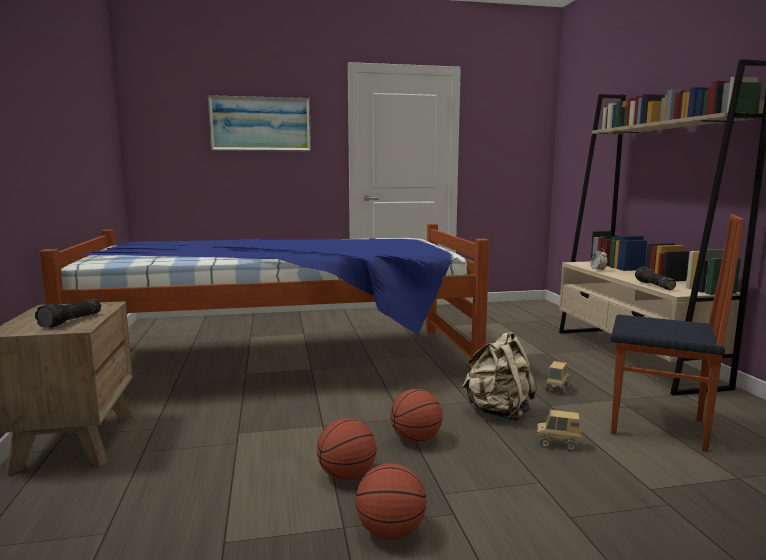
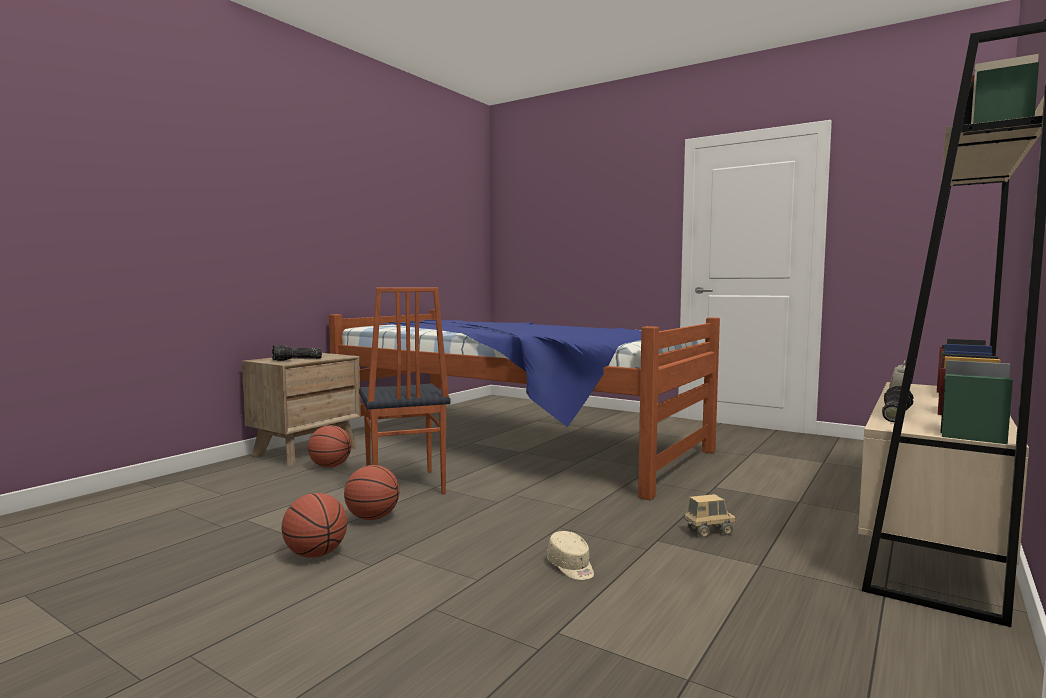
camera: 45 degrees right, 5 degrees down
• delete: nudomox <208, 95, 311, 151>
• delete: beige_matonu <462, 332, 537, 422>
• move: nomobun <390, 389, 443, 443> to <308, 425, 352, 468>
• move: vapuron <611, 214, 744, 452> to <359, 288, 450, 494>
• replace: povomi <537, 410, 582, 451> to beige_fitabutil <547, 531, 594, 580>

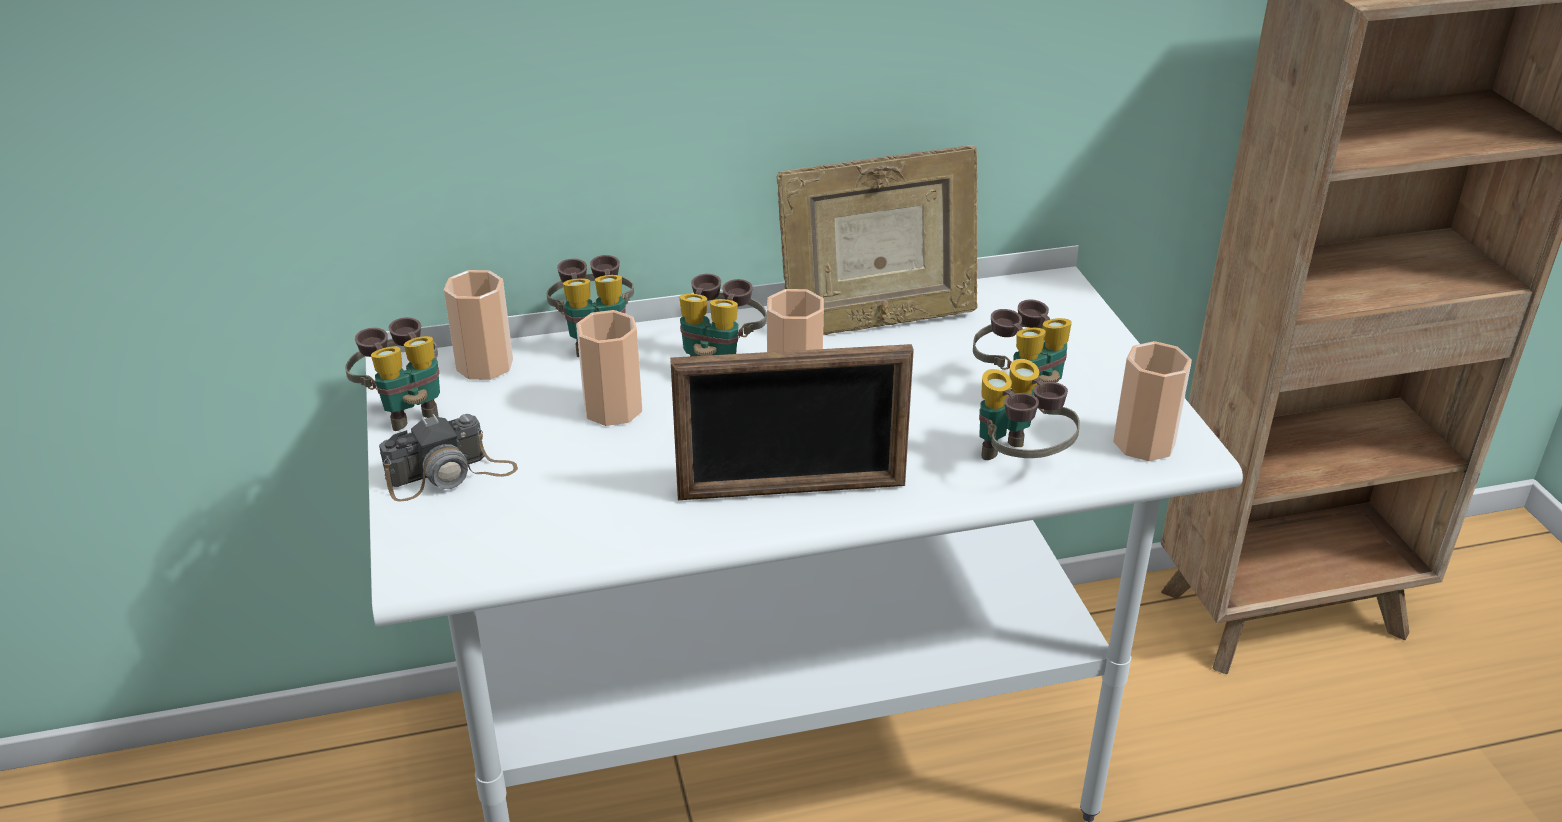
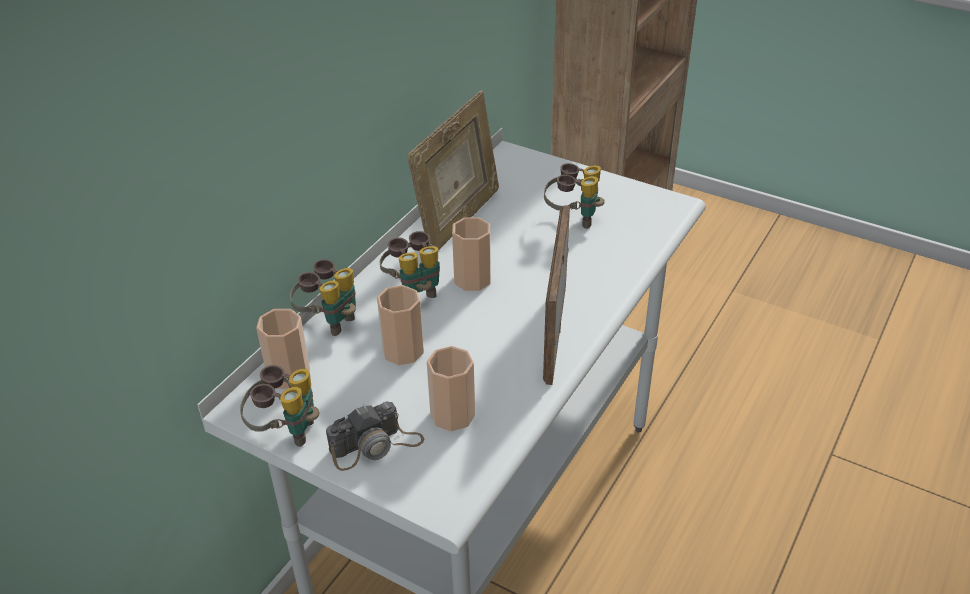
camera: 45 degrees left, 5 degrees up
• delete: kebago <979, 359, 1080, 460>
• move: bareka <1113, 341, 1192, 461> to <427, 346, 475, 431>
• rotate: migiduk <379, 414, 518, 502> = <326, 401, 424, 471> 45 degrees clockwise
• rotate: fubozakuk <670, 344, 914, 500> = <543, 205, 570, 385> 150 degrees clockwise

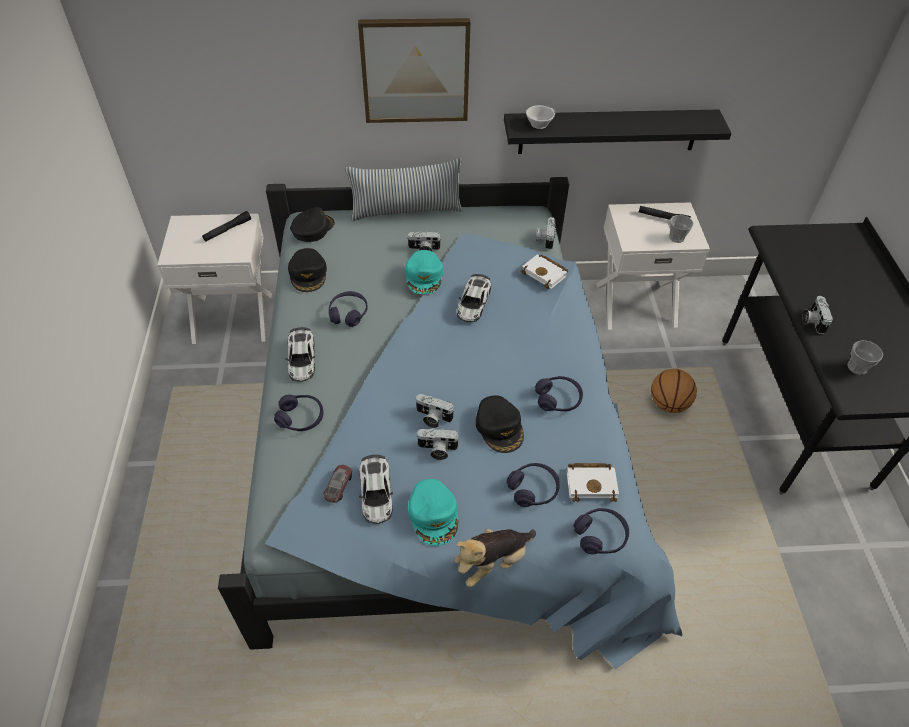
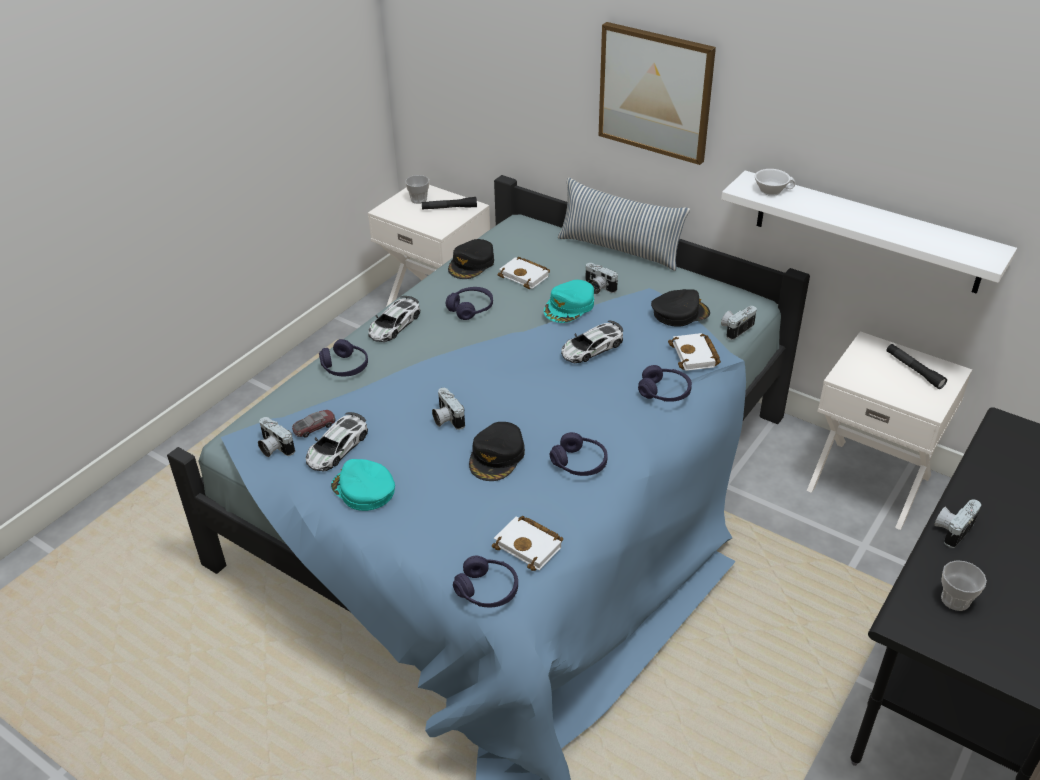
camera: 40 degrees right, 10 degrees down
• delete: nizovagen <455, 529, 536, 587>
• delete: nomobun <651, 369, 697, 413>
• insert: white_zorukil <498, 257, 550, 289>
• move: black_fitabutil <290, 207, 335, 242> to <651, 289, 710, 327>
• move: migiduk <416, 428, 460, 460> to <258, 417, 295, 457>
• move: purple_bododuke <507, 463, 560, 507> to <638, 365, 692, 402>
• move: bareka <669, 215, 693, 243> to <405, 175, 429, 204>
• recolor: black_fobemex <504, 110, 732, 154> to white_fobemex <721, 171, 1017, 294>
• rotate: turquoise_fitabutil <408, 479, 458, 546> = <331, 459, 395, 511> 105 degrees clockwise

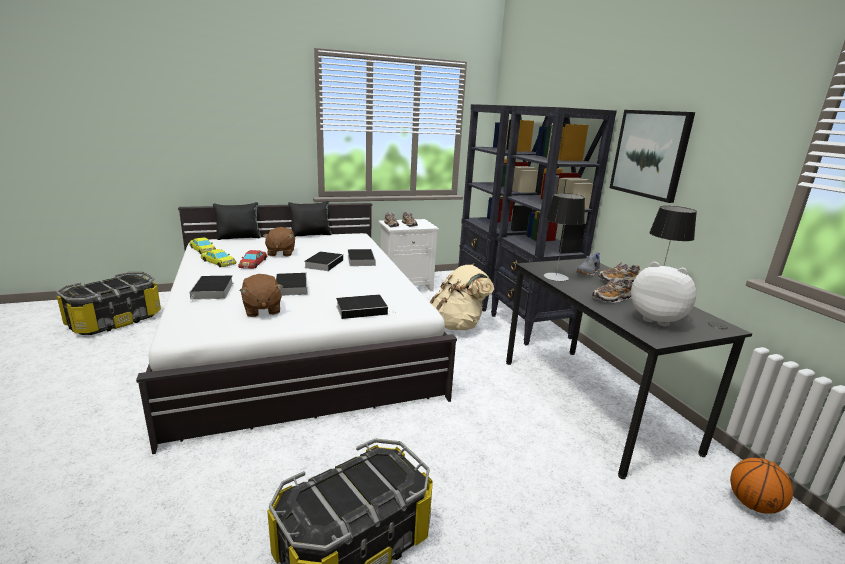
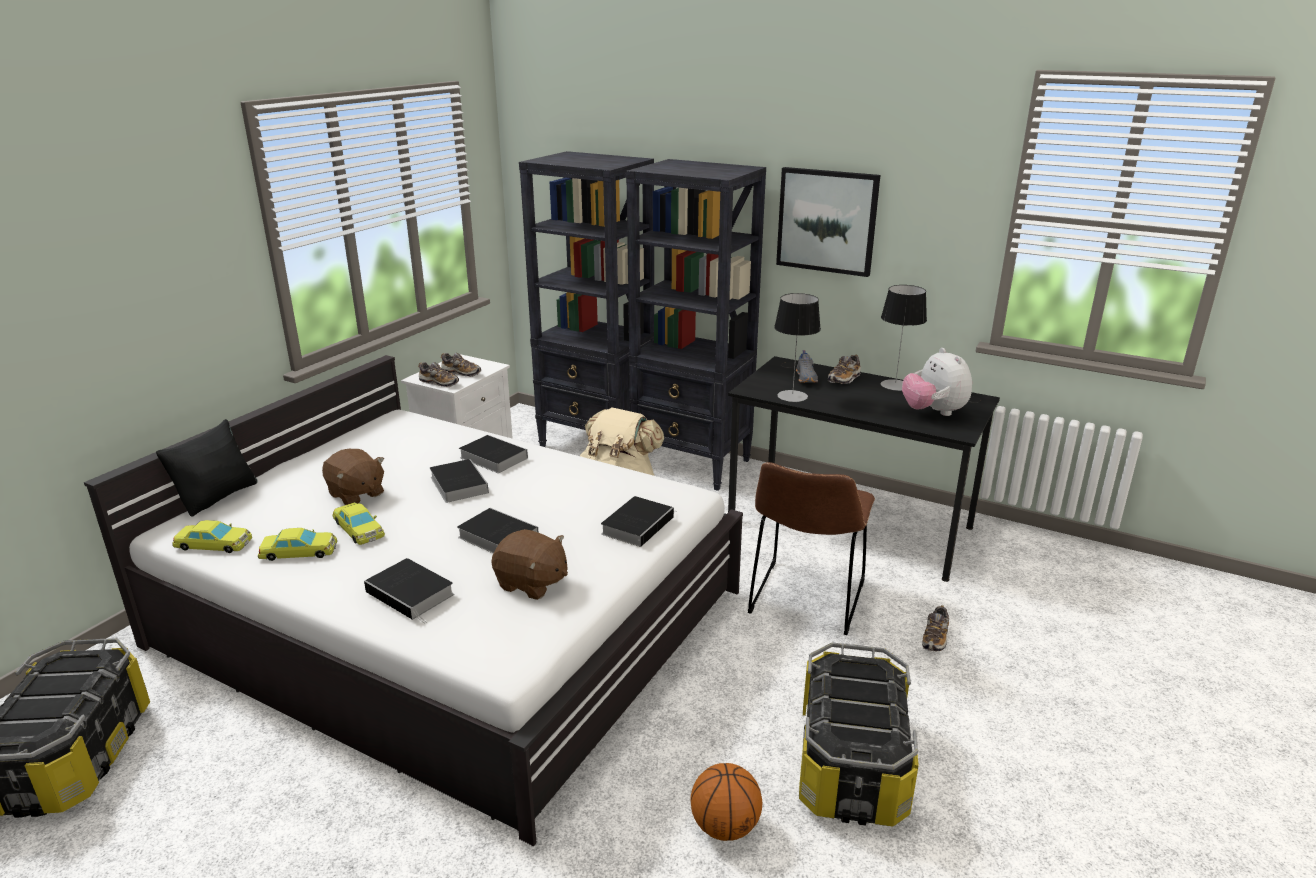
camera: 40 degrees left, 5 degrees up
• delete: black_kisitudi <288, 201, 332, 237>
• insert: brown_vapuron <748, 462, 875, 635>
• move: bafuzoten <592, 277, 632, 303> to <922, 605, 949, 651>
• move: nomobun <730, 458, 793, 514> to <690, 763, 762, 841>
• recolor: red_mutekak <238, 250, 267, 269> to yellow_mutekak <333, 502, 385, 545>
• rotate: nizovagen <631, 262, 696, 326> = <902, 348, 972, 416> 105 degrees counterclockwise

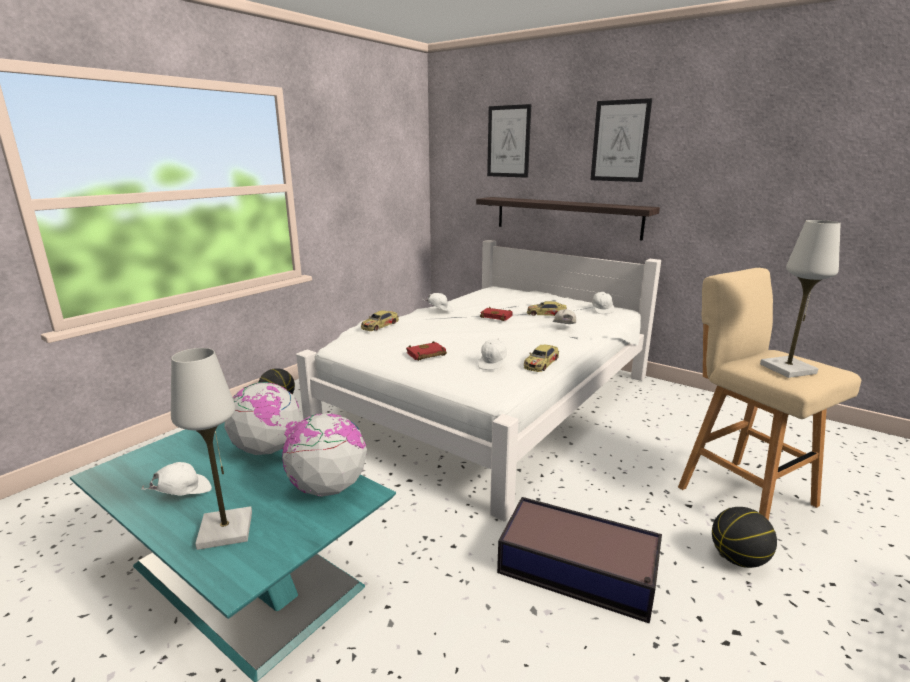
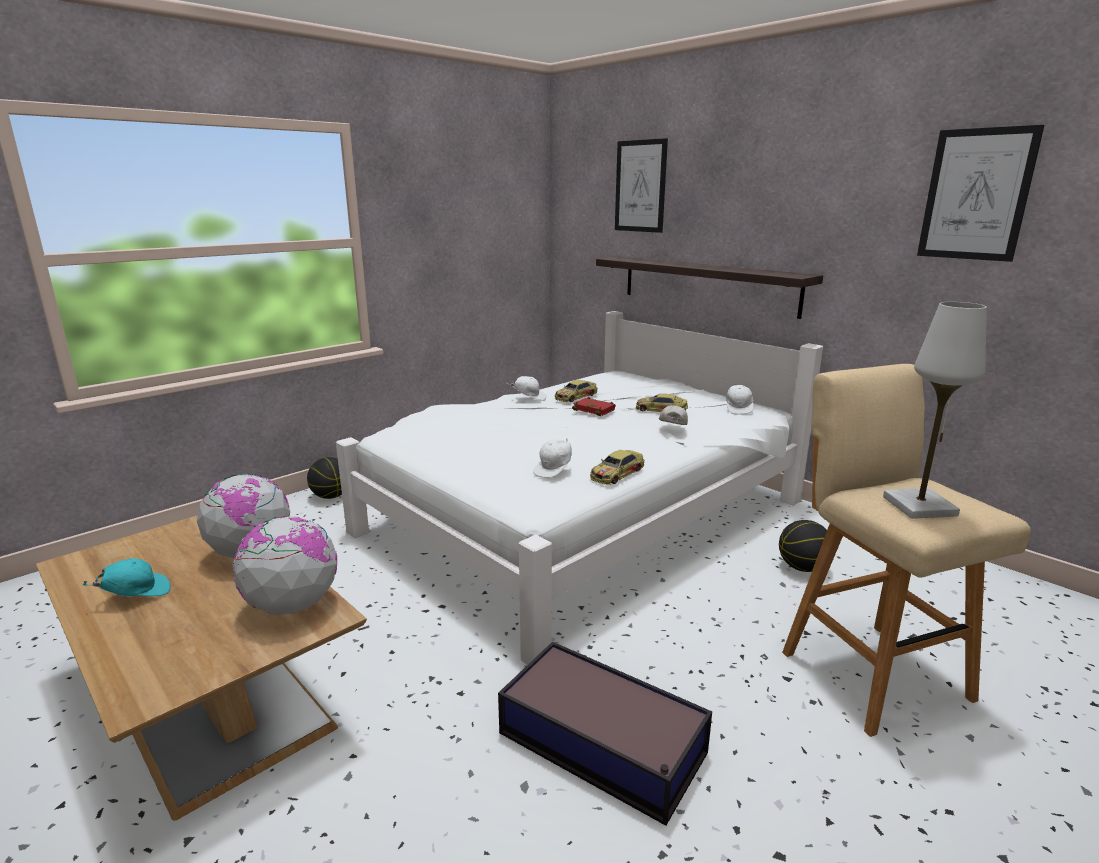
camera: 10 degrees right, 0 degrees up
• delete: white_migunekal <171, 348, 252, 550>
• delete: red_zorukil <406, 341, 447, 361>
• move: mutekak <361, 310, 399, 331> to <555, 380, 597, 402>
• move: nudomox <591, 98, 652, 182> to <917, 125, 1044, 262>
• move: nomobun <712, 507, 777, 568> to <779, 520, 827, 572>
• recolor: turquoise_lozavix <70, 422, 396, 682> to brown_lozavix <36, 515, 367, 821>
• recolor: white_fitabutil <141, 462, 212, 495> to turquoise_fitabutil <83, 558, 170, 597>

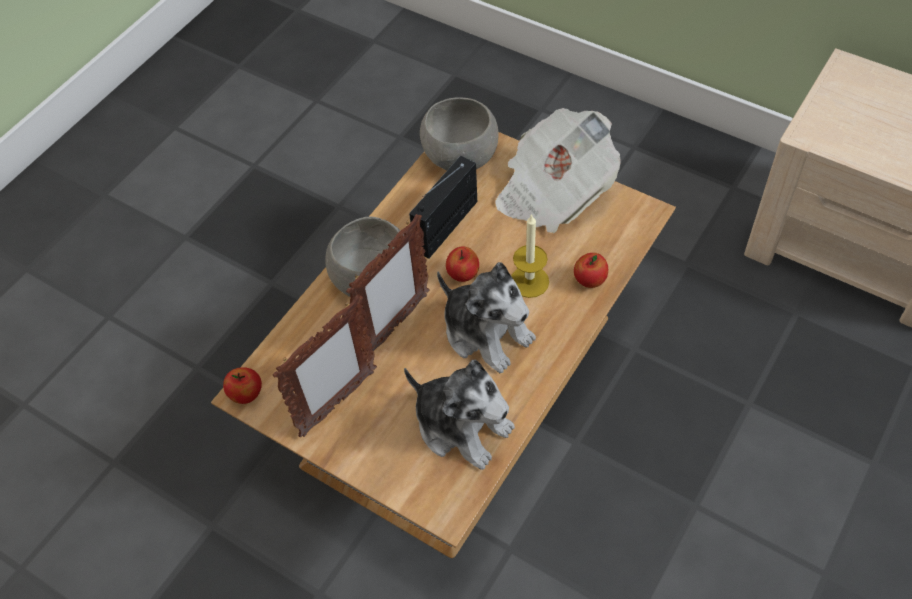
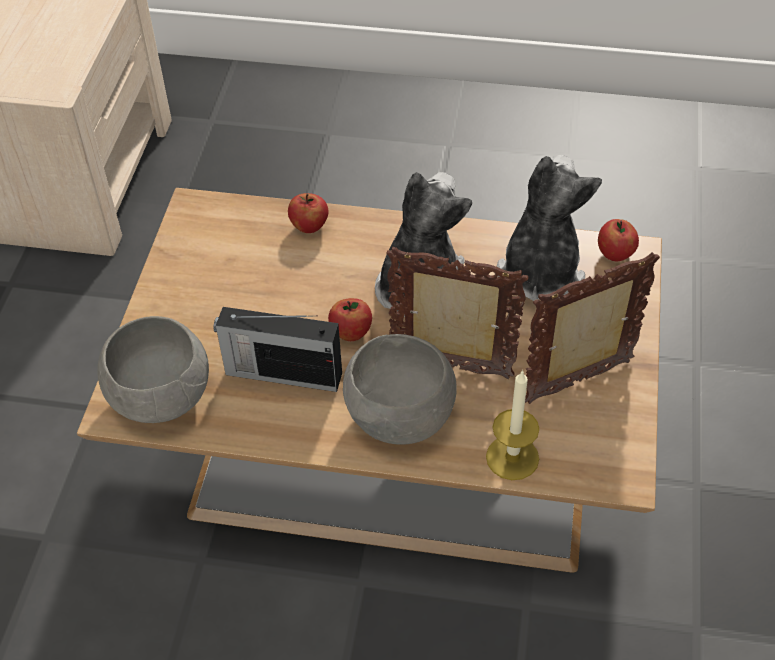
camera: 115 degrees left, 5 degrees down
• delete: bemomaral <495, 108, 621, 233>
• move: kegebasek <223, 367, 262, 404> to <598, 219, 639, 261>
• move: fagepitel <511, 214, 549, 298> to <486, 370, 539, 480>
• rotate: fubozakuk <272, 296, 377, 438> = <525, 252, 660, 404> 45 degrees counterclockwise

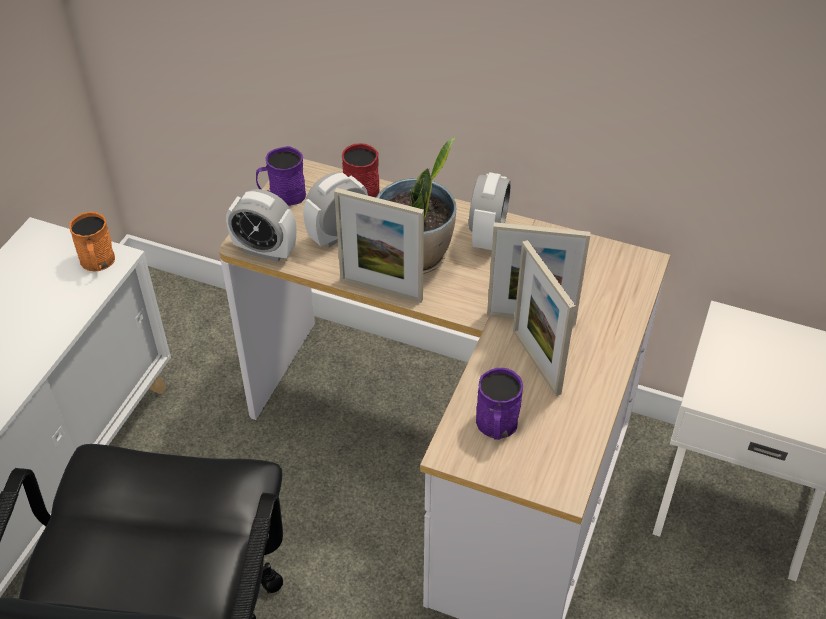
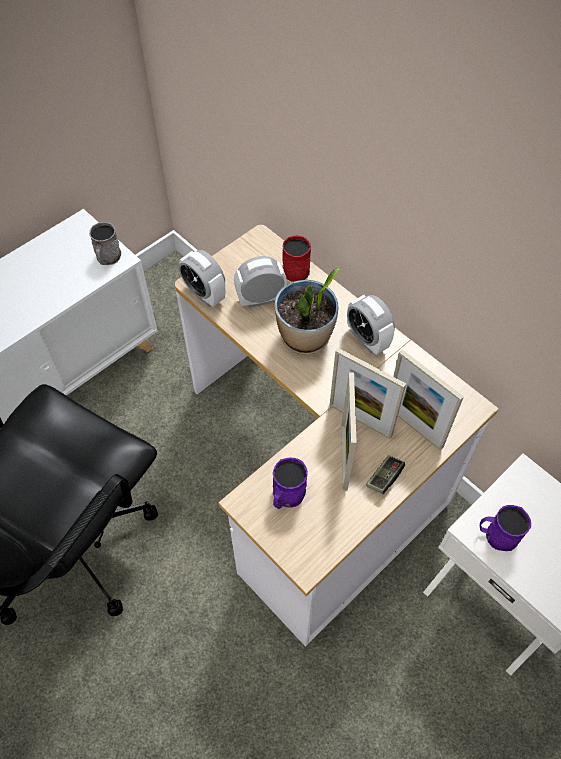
camera: 25 degrees right, 10 degrees up
• insert: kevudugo <367, 455, 405, 494>
• move: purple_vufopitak <256, 146, 306, 206> to <480, 505, 531, 551>
• move: fubozakuk <334, 188, 424, 303> to <393, 350, 464, 451>
• recolor: orange_vufopitak <69, 211, 115, 272> to grey_vufopitak <89, 222, 121, 265>
• rotate: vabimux <469, 172, 511, 250> = <347, 295, 395, 355> 105 degrees clockwise

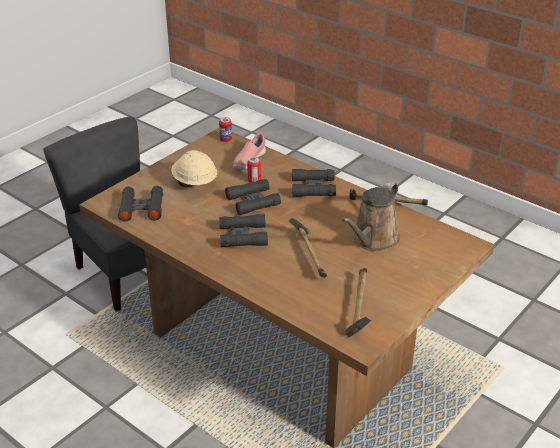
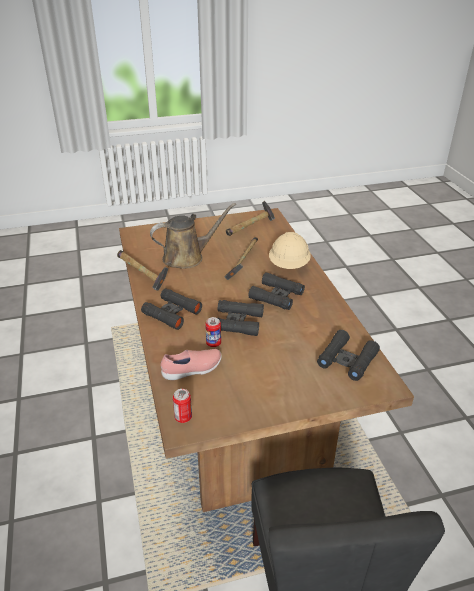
camera: 145 degrees left, 0 degrees up
• move: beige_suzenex <171, 150, 217, 187> to <269, 232, 311, 269>

